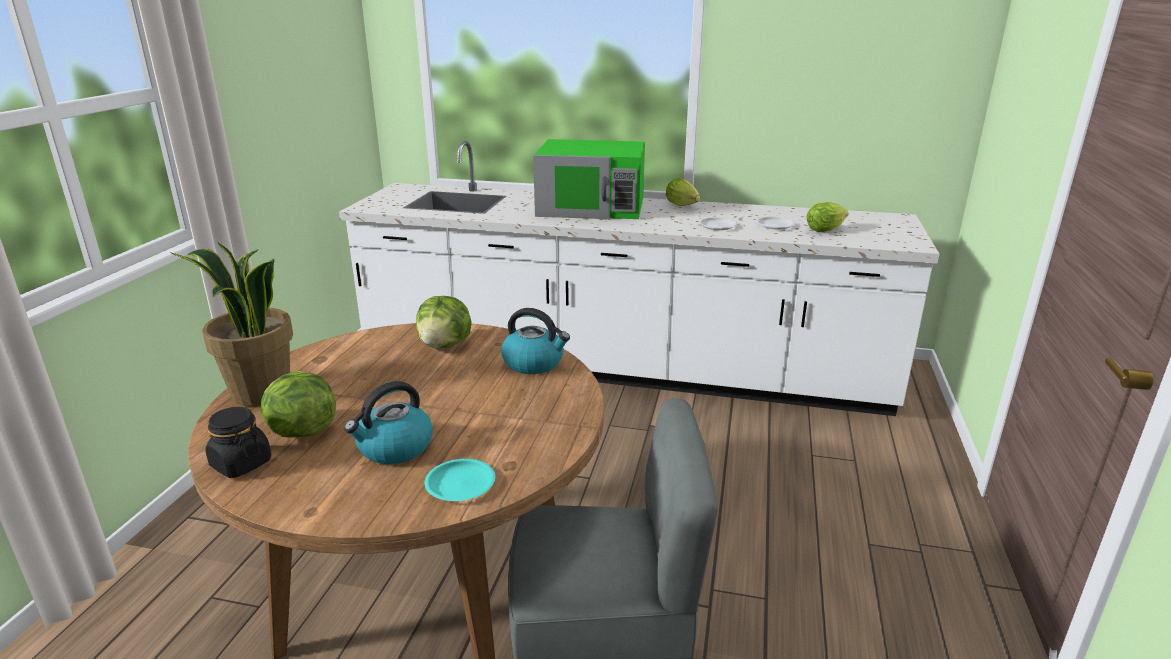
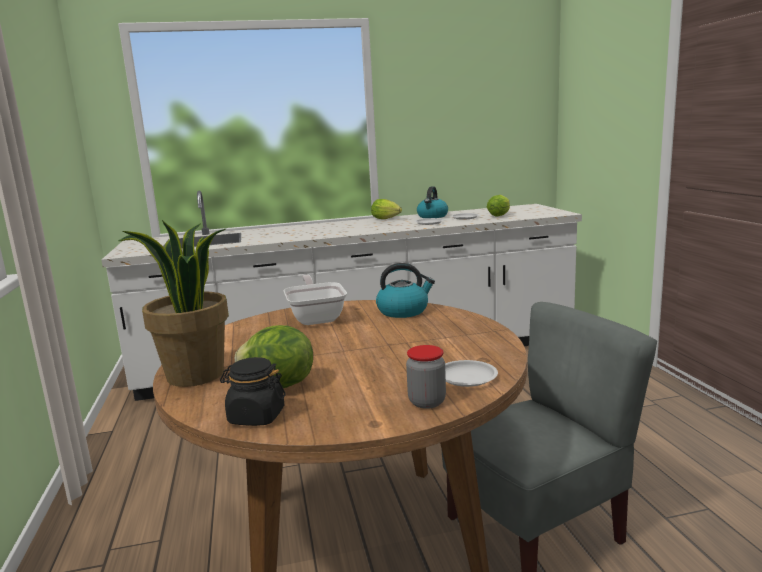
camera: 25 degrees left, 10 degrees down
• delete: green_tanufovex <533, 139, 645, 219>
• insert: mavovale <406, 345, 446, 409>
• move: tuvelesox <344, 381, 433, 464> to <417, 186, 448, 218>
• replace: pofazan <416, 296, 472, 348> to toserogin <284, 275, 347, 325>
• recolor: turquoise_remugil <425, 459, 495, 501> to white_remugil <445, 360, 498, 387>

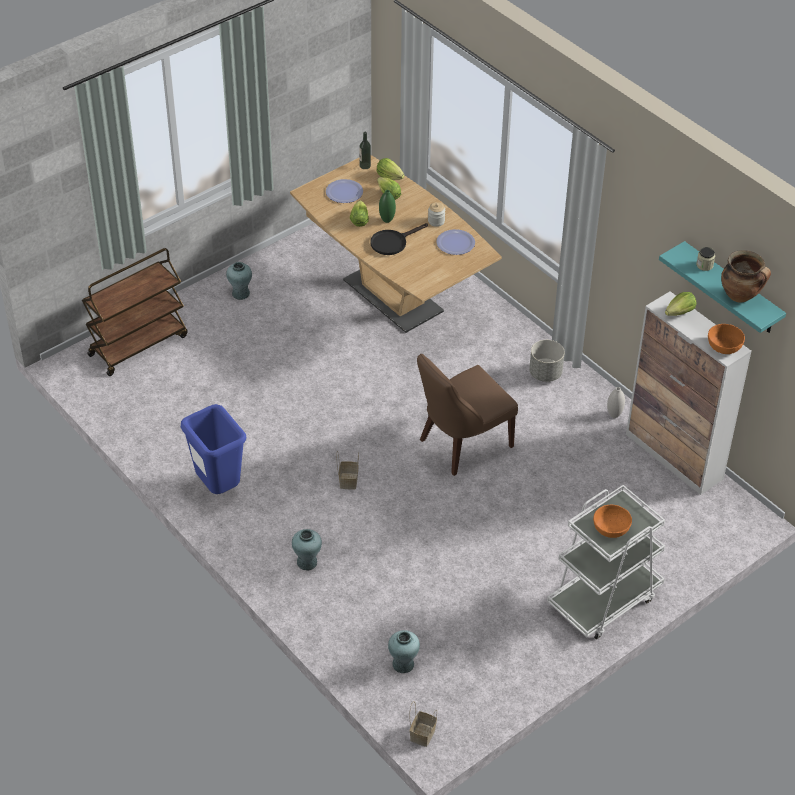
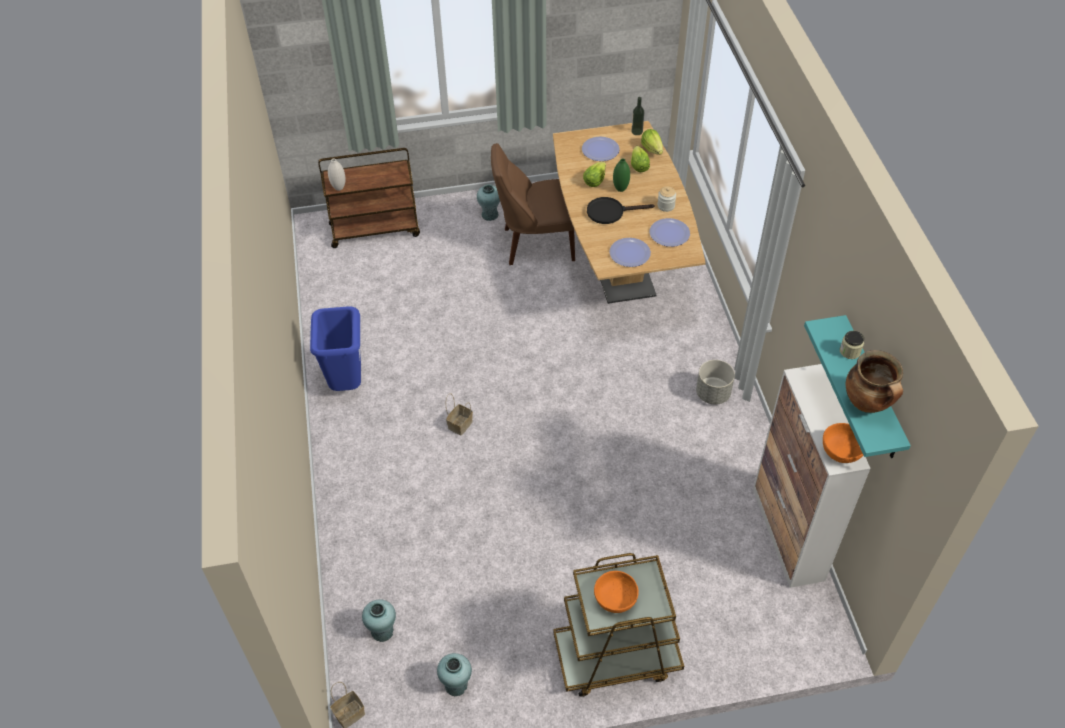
camera: 30 degrees right, 5 degrees up
• delete: pofazan <665, 292, 696, 316>
• insert: remugil <609, 238, 651, 267>
• move: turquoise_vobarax <292, 529, 322, 571> to <437, 653, 472, 696>
• move: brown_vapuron <417, 354, 518, 476> to <491, 143, 575, 265>
• move: white_vobarax <607, 387, 625, 418> to <328, 158, 345, 191>
• recolor: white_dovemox <547, 485, 665, 639> to brown_dovemox <553, 553, 684, 697>

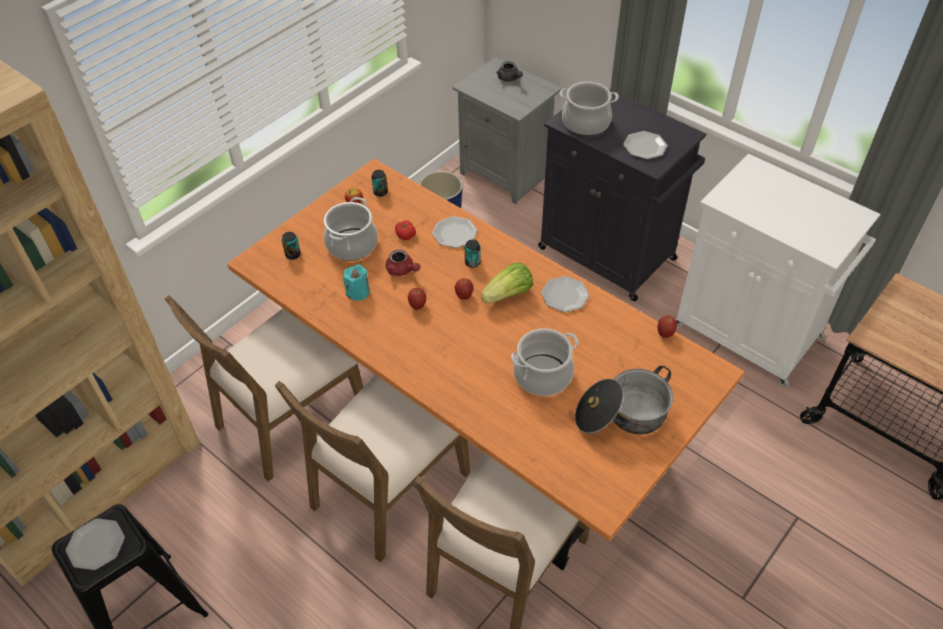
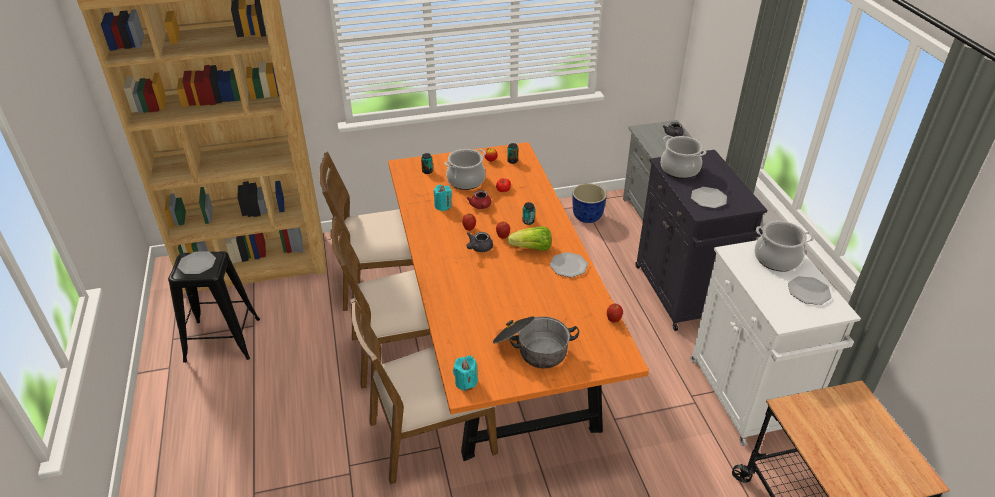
camera: 35 degrees right, 10 degrees down
• insert: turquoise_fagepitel <453, 356, 478, 391>
• insert: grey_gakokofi <467, 232, 493, 252>
• move: remugil <432, 216, 477, 248> to <788, 276, 832, 305>
• move: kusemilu <511, 328, 579, 396> to <754, 221, 814, 272>

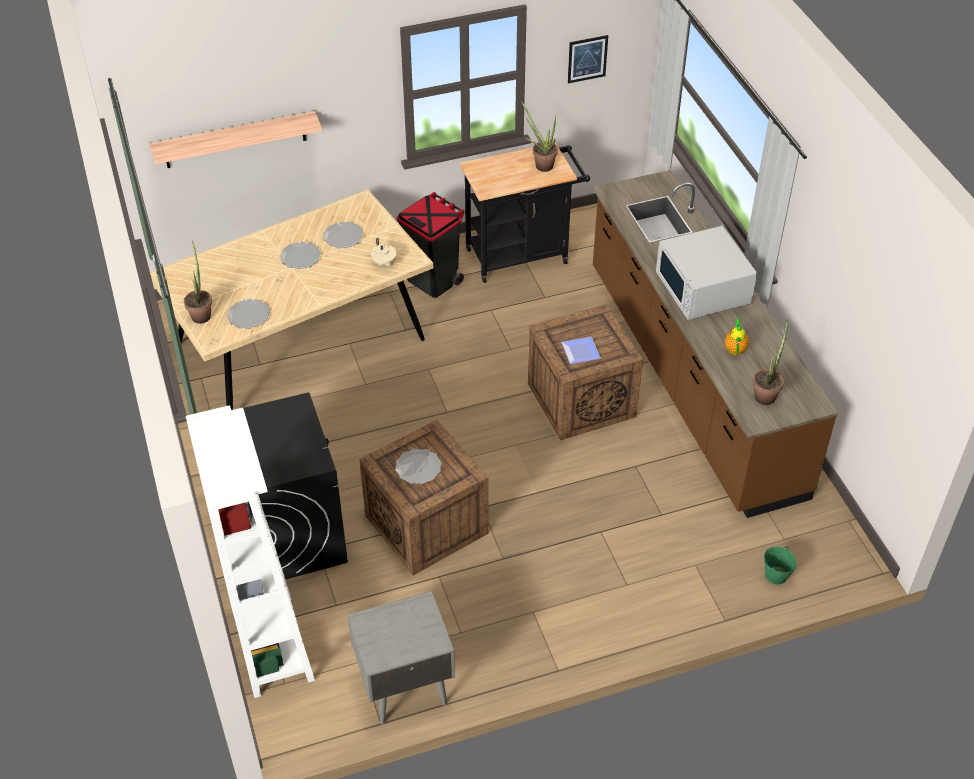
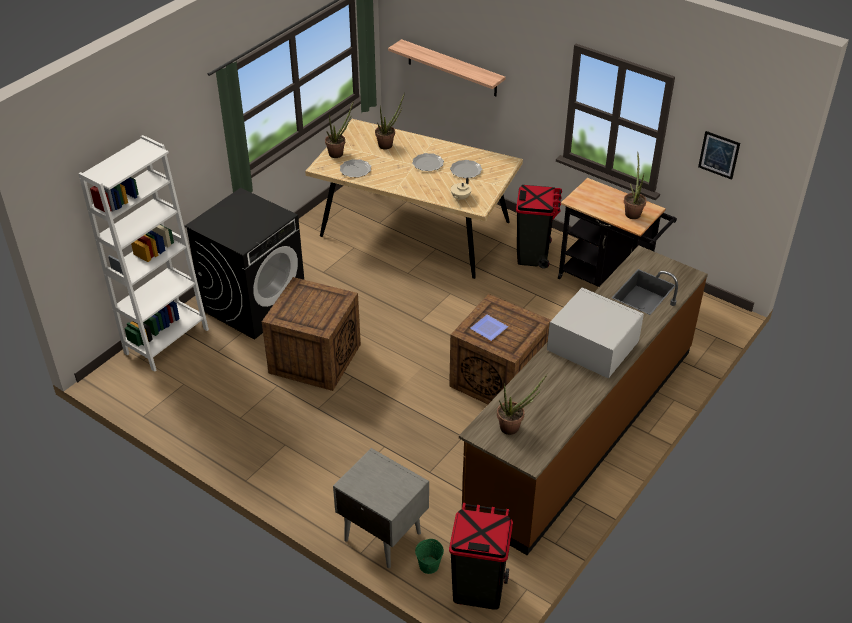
camera: 55 degrees right, 5 degrees down
• delete: remugil <395, 449, 441, 484>
• delete: gakokofi <725, 319, 749, 355>
• insert: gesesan <375, 93, 405, 150>
• insert: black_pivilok <449, 503, 513, 610>
• move: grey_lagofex <348, 591, 455, 724> to <333, 448, 429, 568>
• rotate: white_tanufovex <656, 226, 757, 320> = <547, 287, 644, 378> 90 degrees clockwise

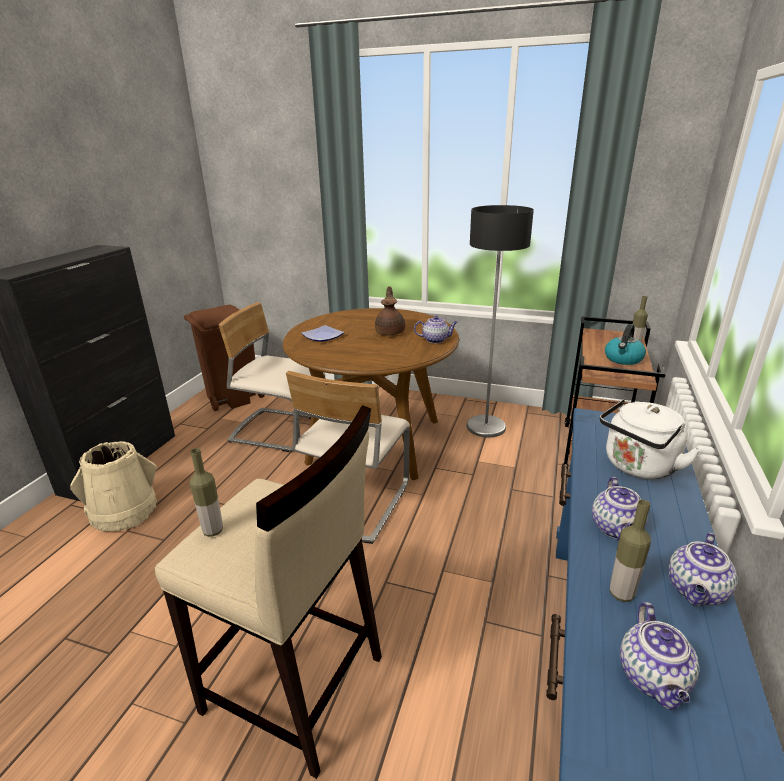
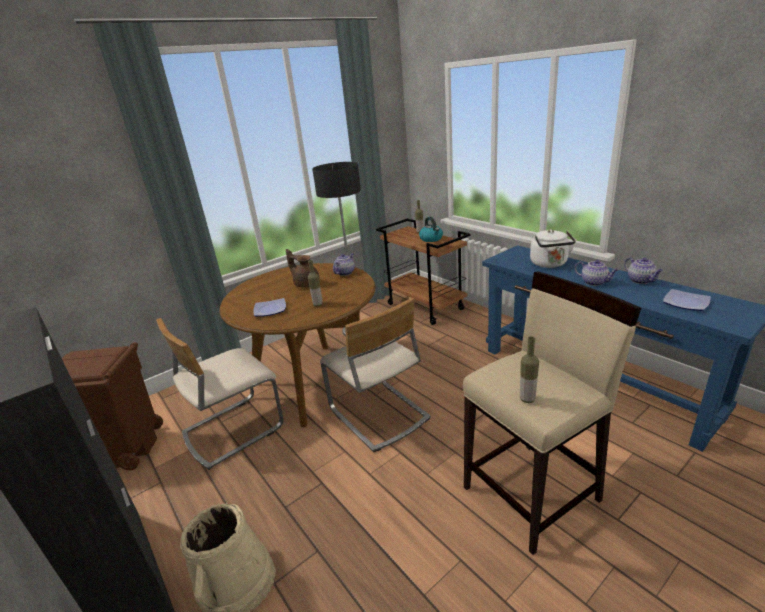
camera: 55 degrees left, 0 degrees up
• move: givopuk <610, 500, 651, 602> to <308, 260, 323, 306>
• replace: gakokofi <620, 602, 699, 710> to remugil <663, 289, 711, 311>

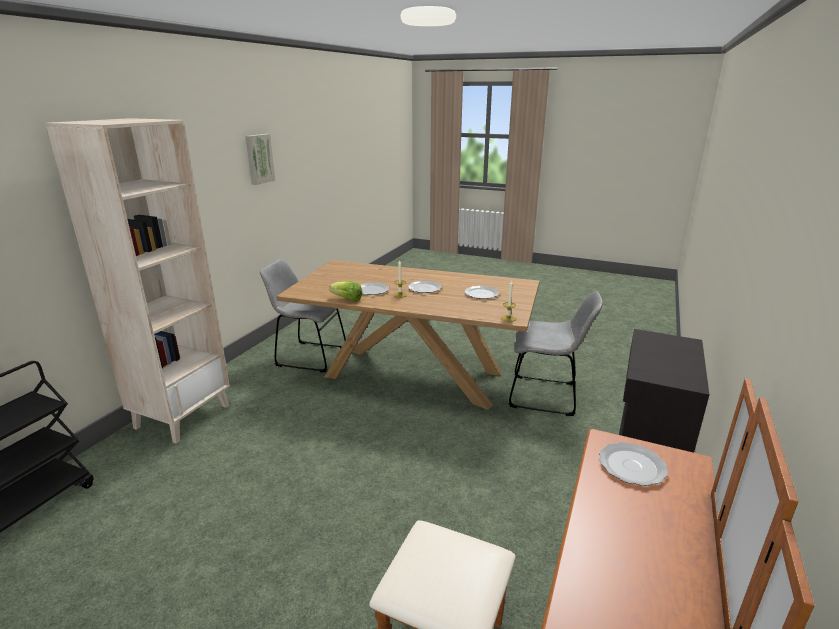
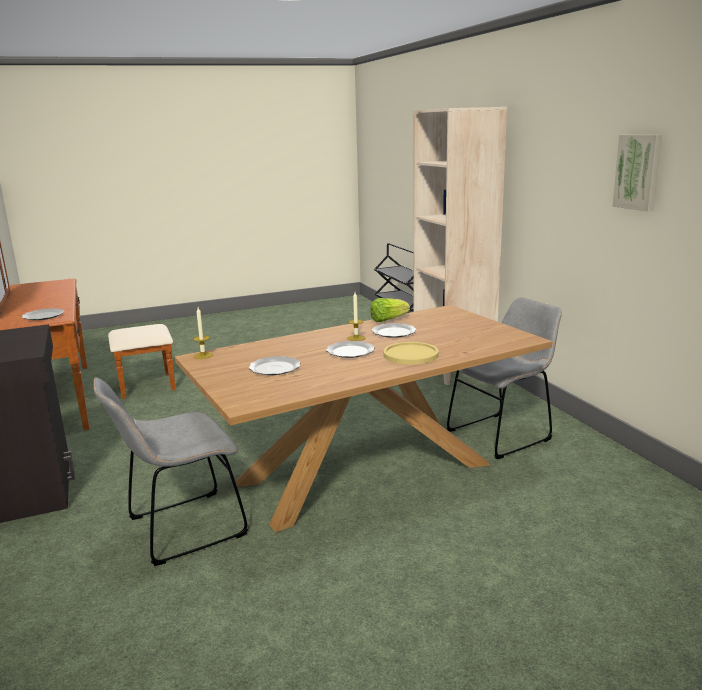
camera: 135 degrees right, 5 degrees down
• insert: yellow_remugil <383, 342, 439, 365>

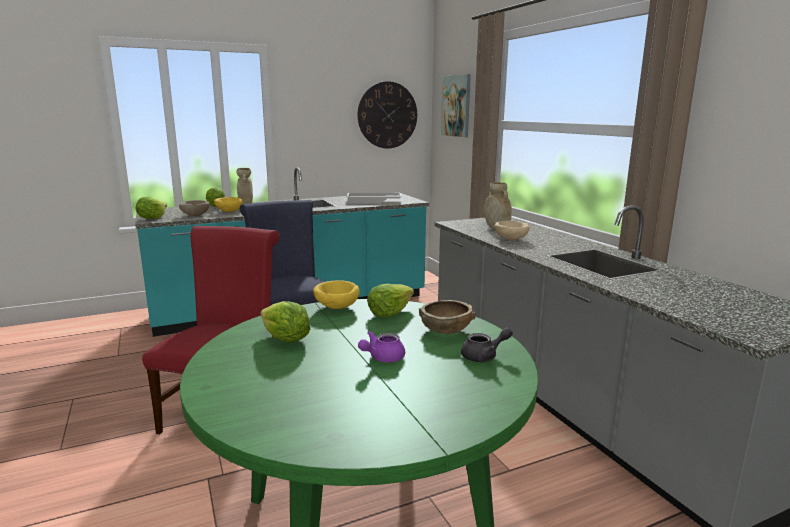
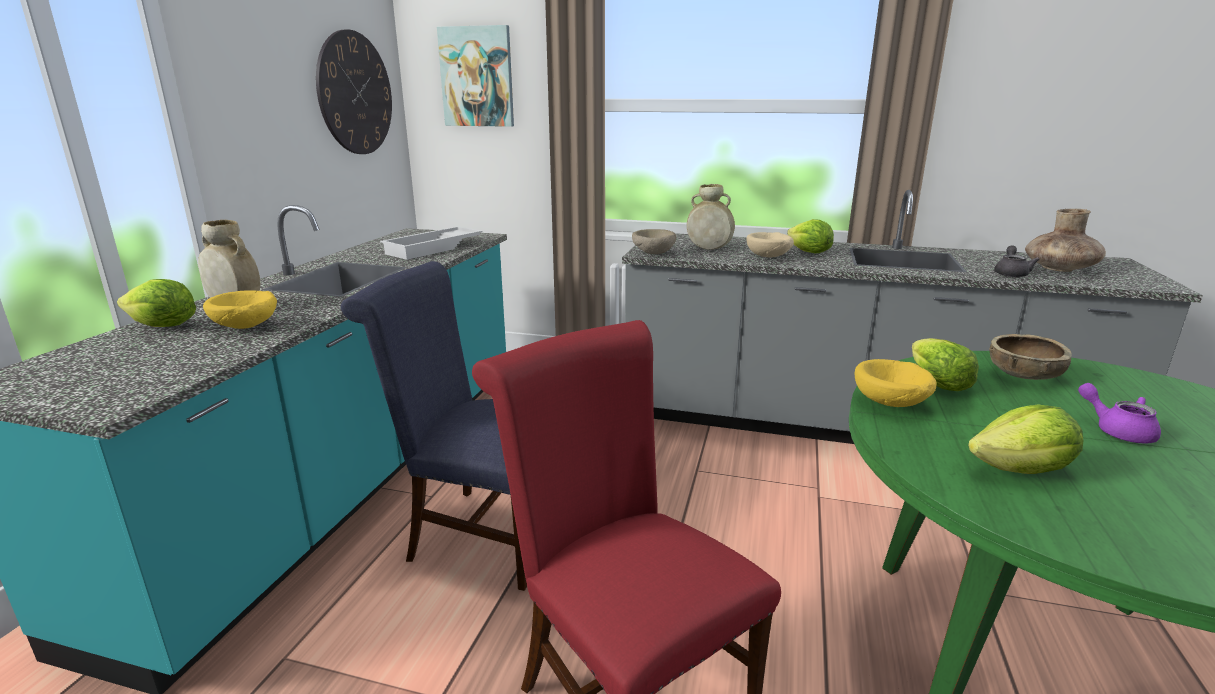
camera: 50 degrees left, 5 degrees up
• insert: brown_vobarax <1025, 209, 1106, 272>
• move: pofazan <136, 197, 167, 219> to <787, 219, 834, 253>
• move: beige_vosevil <179, 200, 210, 216> to <632, 229, 676, 254>
• move: grey_gakokofi <461, 327, 513, 362> to <994, 245, 1040, 277>
• rotate: purple_gakokofi <358, 331, 405, 362> = <1078, 383, 1161, 443> 150 degrees clockwise

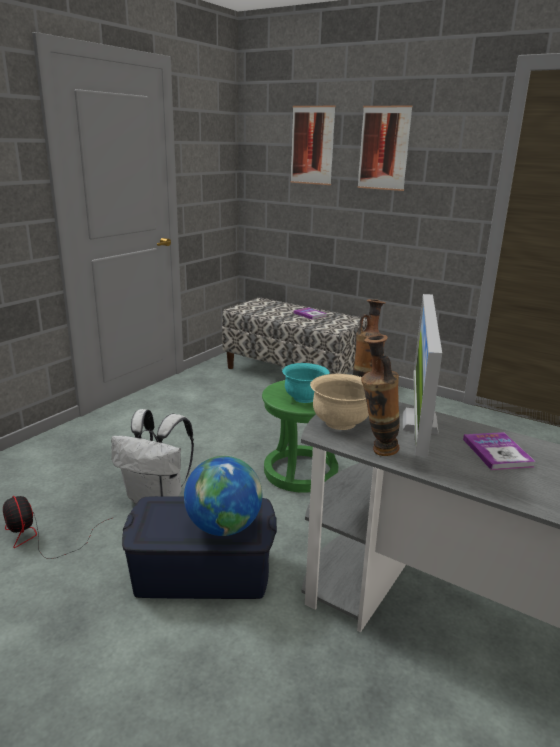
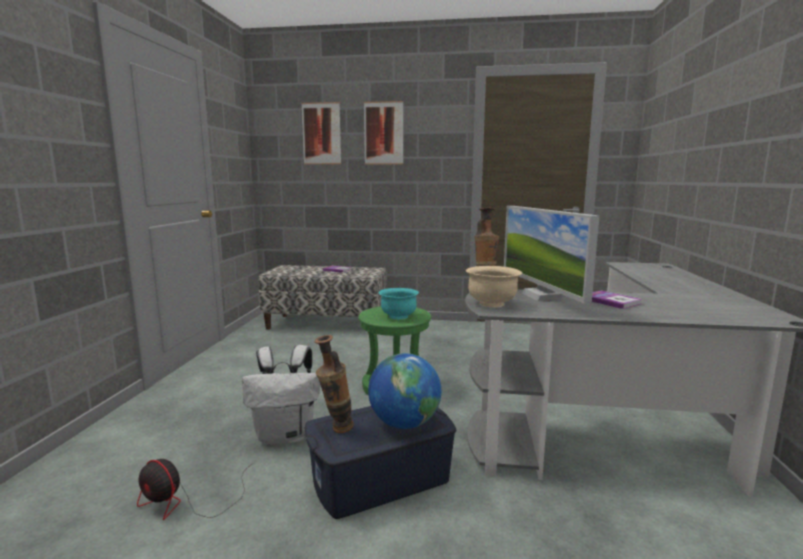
camera: 25 degrees left, 10 degrees down
• move: vobarax <361, 335, 400, 456> to <315, 335, 354, 433>

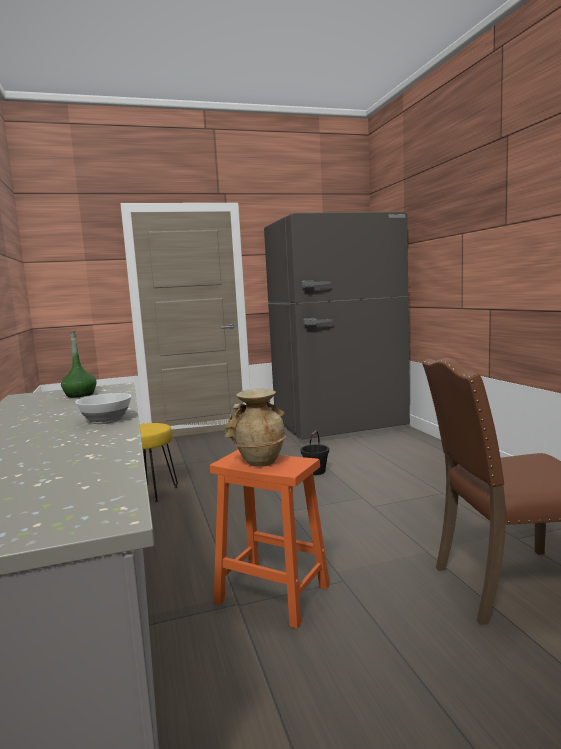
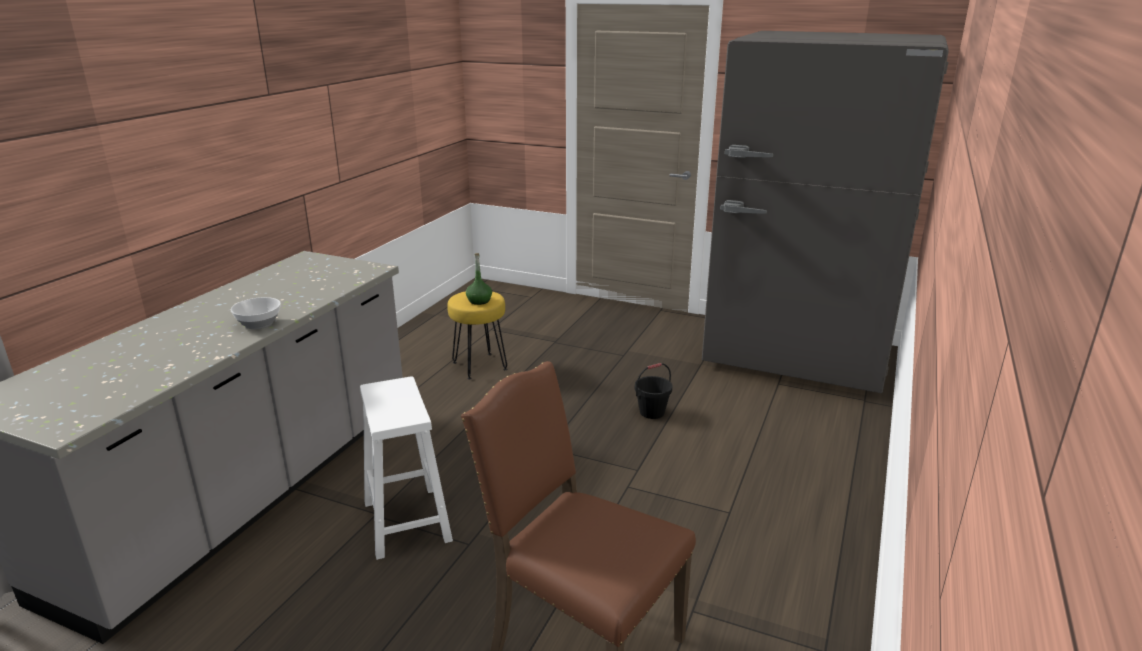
camera: 40 degrees right, 15 degrees up
• delete: beige_vobarax <225, 389, 286, 467>
• move: green_givopuk <61, 331, 97, 397> to <466, 253, 492, 305>
• recolor: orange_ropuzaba <210, 450, 330, 629> to white_ropuzaba <360, 376, 453, 560>

